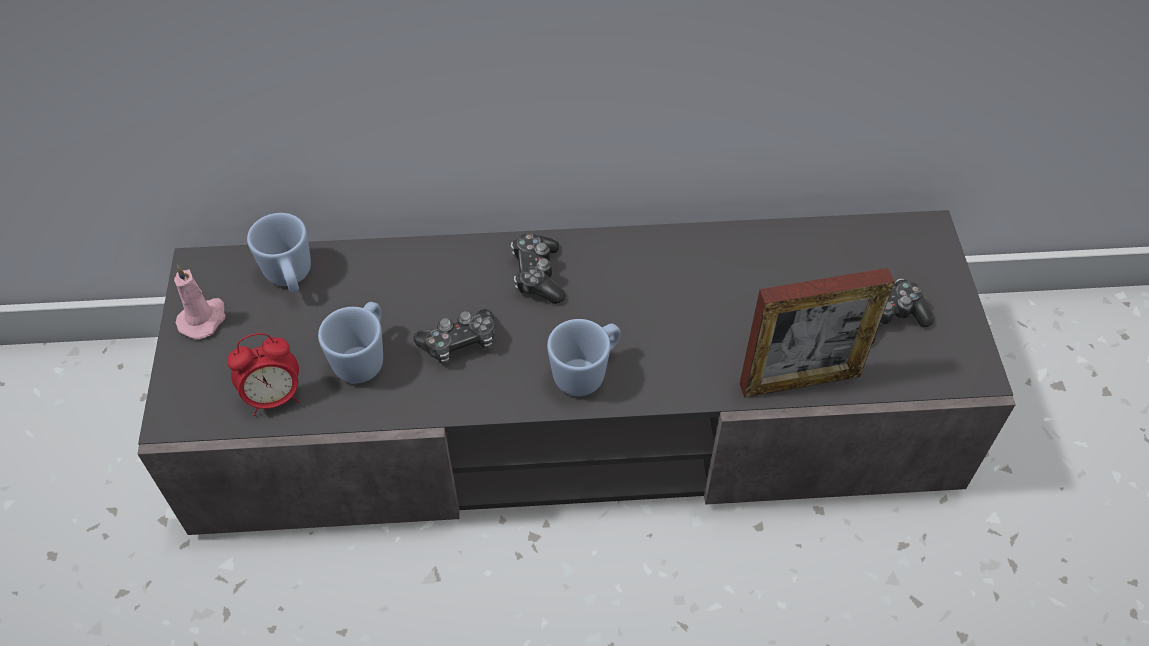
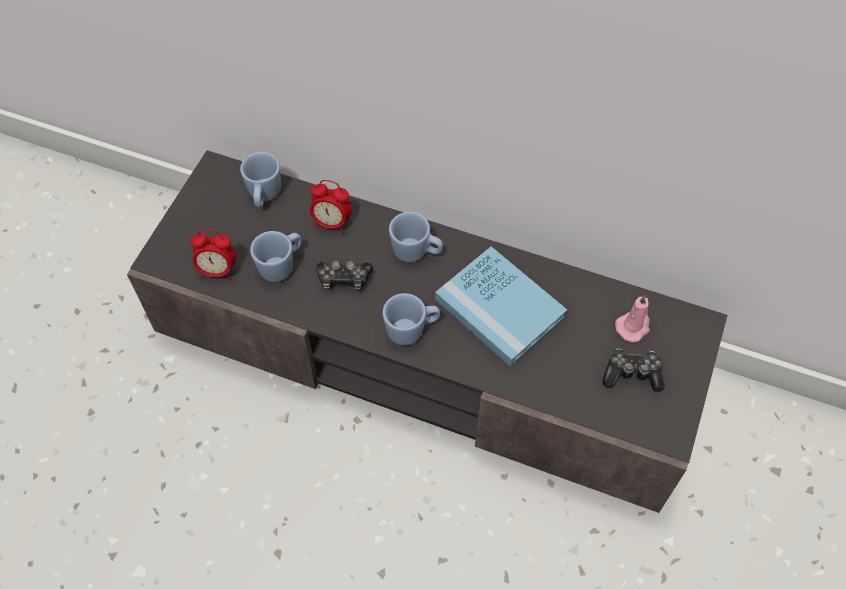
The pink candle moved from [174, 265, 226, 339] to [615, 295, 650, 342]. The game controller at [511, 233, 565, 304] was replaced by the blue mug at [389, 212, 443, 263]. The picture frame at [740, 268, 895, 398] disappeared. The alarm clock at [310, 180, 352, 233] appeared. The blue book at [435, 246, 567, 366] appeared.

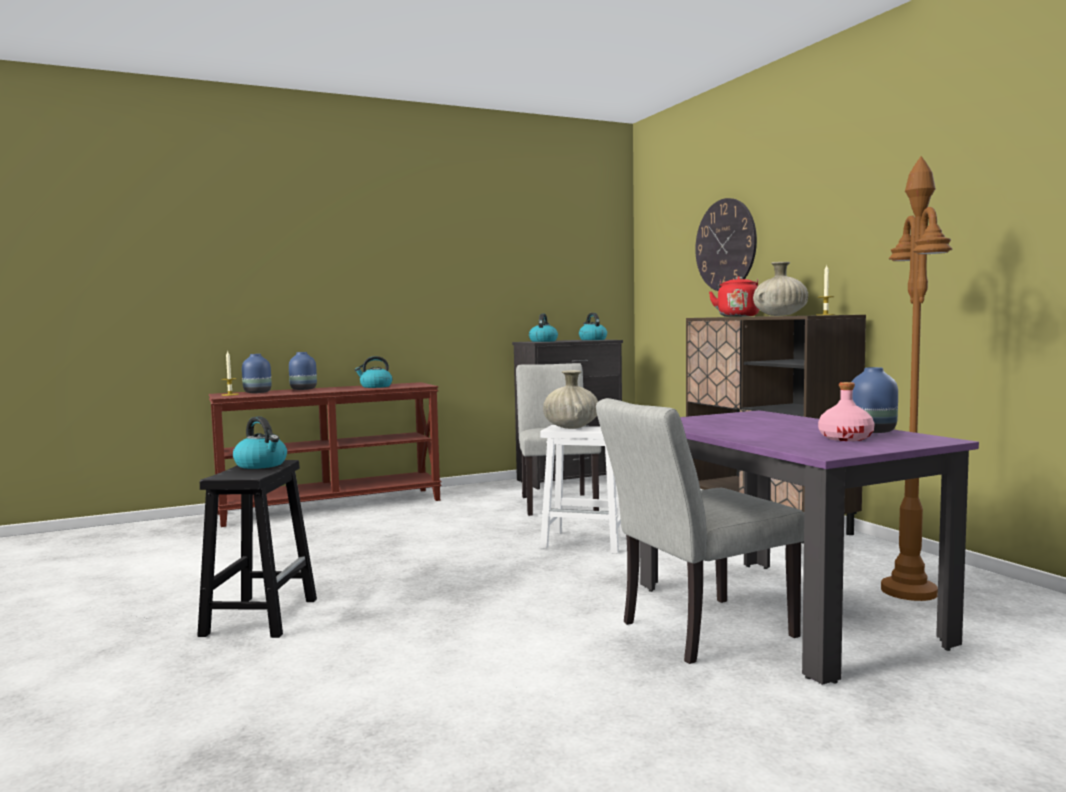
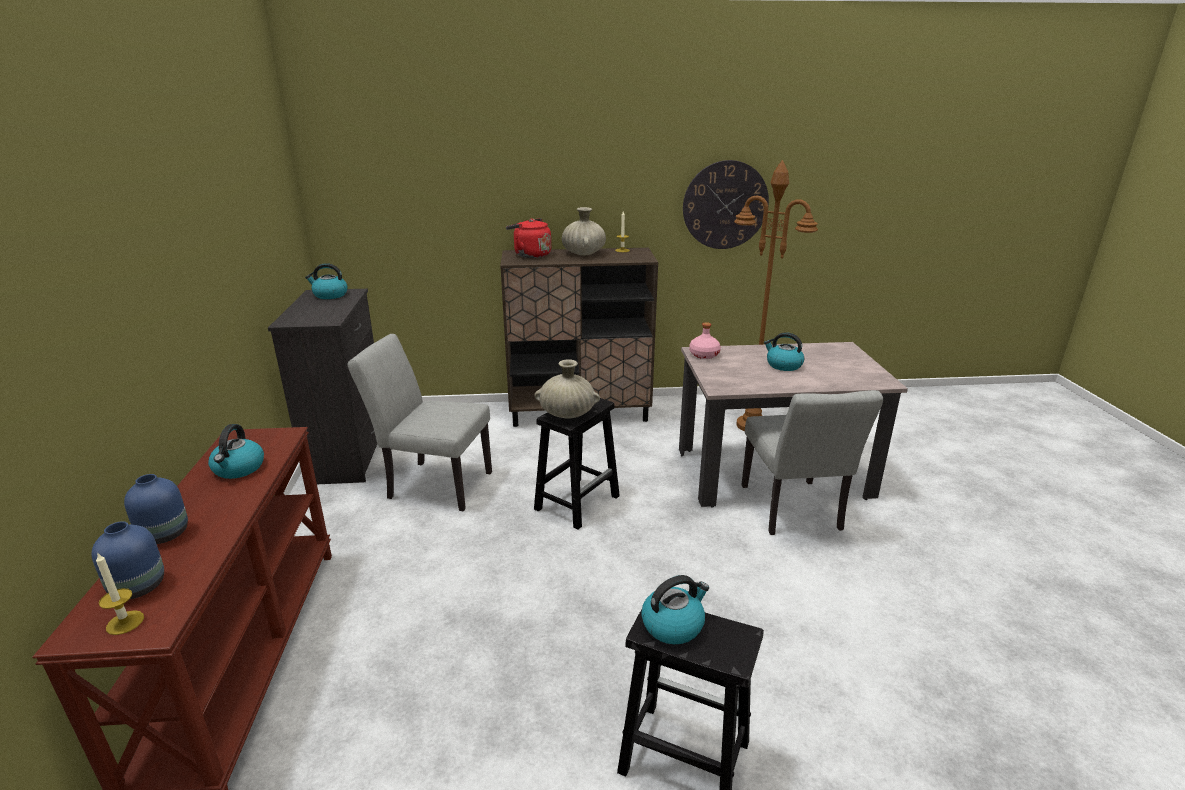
The kettle moved from [529, 314, 558, 342] to [764, 332, 804, 371]. The white stool at [540, 425, 626, 554] became the black stool at [534, 398, 620, 529]. The purple dining table at [640, 410, 979, 685] became the beige dining table at [679, 342, 908, 508]. The wall clock moved from [695, 198, 757, 291] to [683, 160, 769, 249]. The pink bottle moved from [818, 382, 874, 441] to [689, 322, 721, 359]. The blue vase at [852, 367, 898, 433] disappeared.

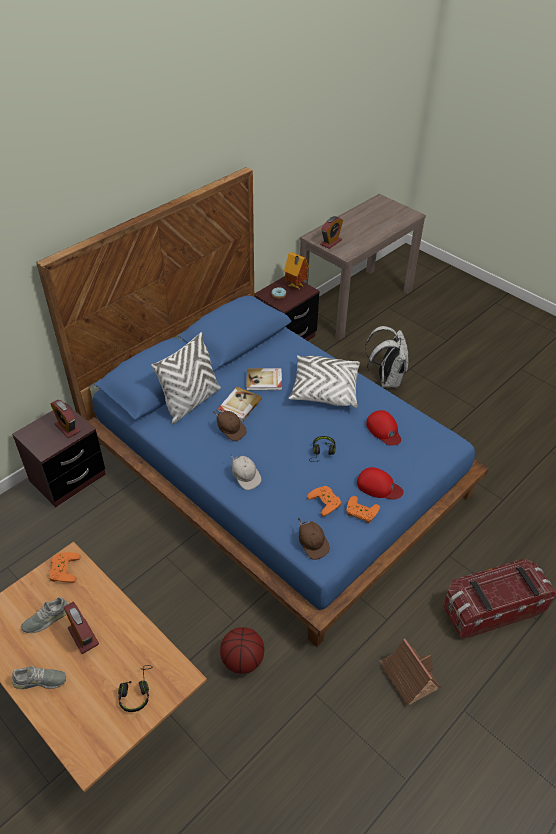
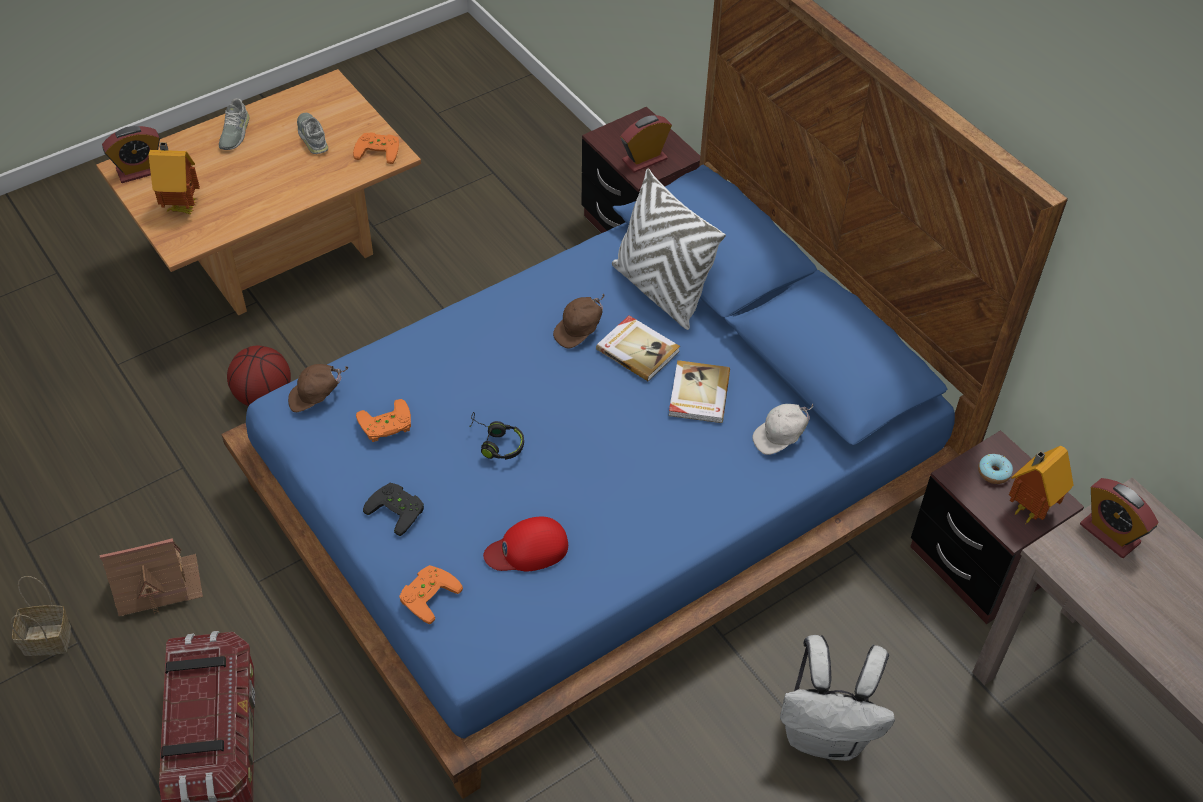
The alarm clock moved from [63, 602, 99, 654] to [102, 126, 160, 183]. The black headphones at [118, 665, 152, 712] was replaced by the toy house at [149, 142, 200, 214]. The white cap moved from [230, 454, 261, 490] to [752, 404, 813, 455]. The white pillow at [289, 355, 360, 408] disappeared. The orange game controller moved from [346, 496, 380, 523] to [399, 565, 463, 624]. The red cap at [357, 467, 404, 500] was replaced by the black game controller at [363, 483, 424, 536]. The basket at [11, 576, 71, 656] appeared.

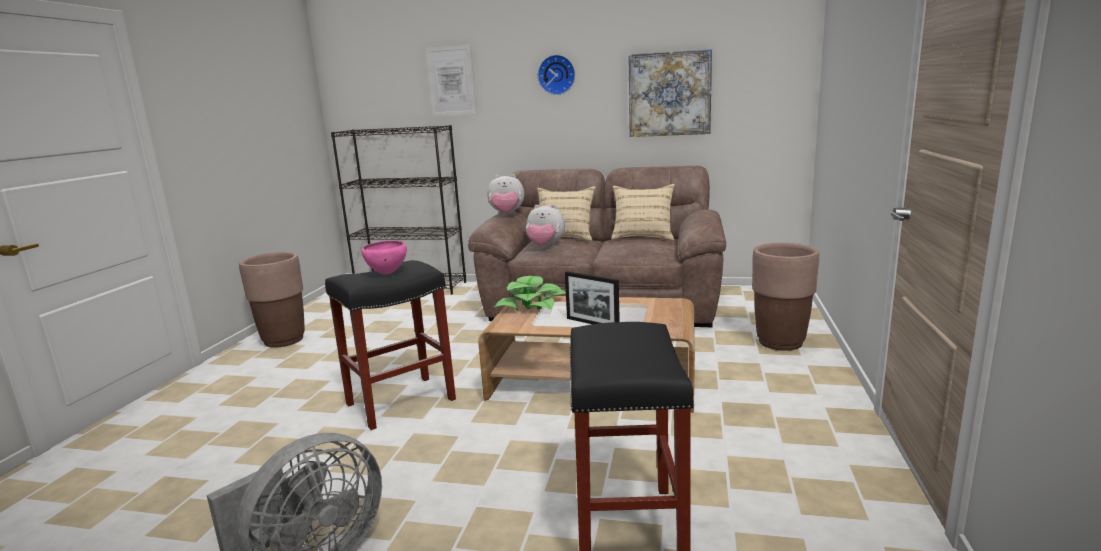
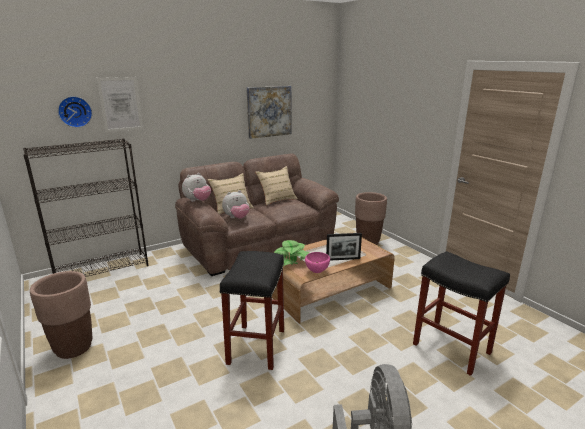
The pink bowl moved from [361, 241, 407, 274] to [305, 252, 330, 273]. The wall clock moved from [538, 55, 575, 95] to [58, 96, 92, 128].

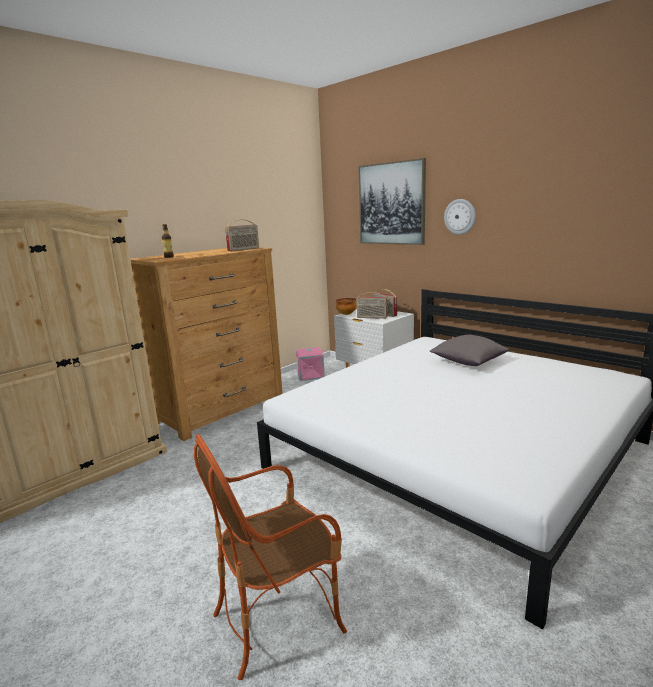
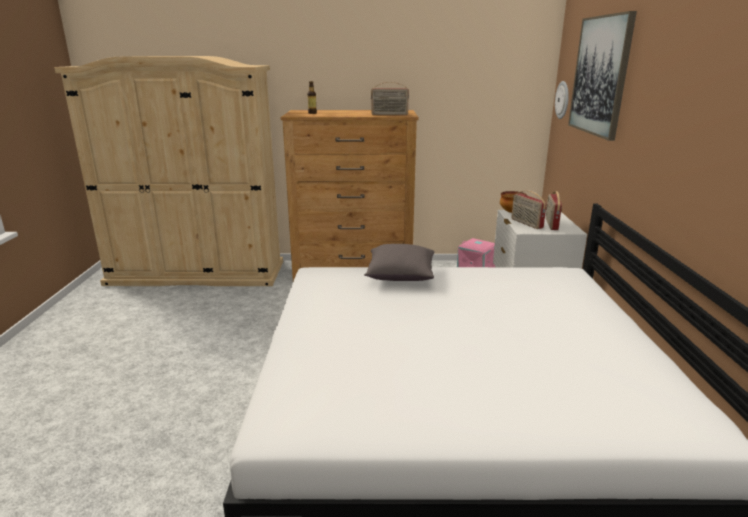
The armchair at [194, 434, 347, 680] disappeared. The grey pillow moved from [430, 335, 510, 366] to [364, 244, 434, 281]. The wall clock moved from [444, 199, 476, 235] to [555, 81, 569, 119].

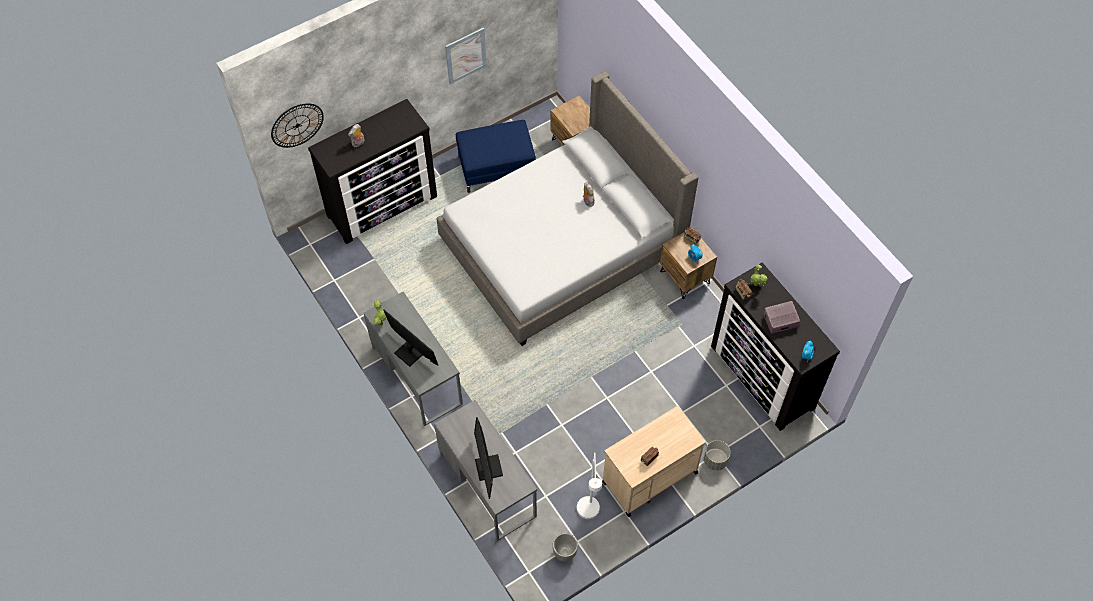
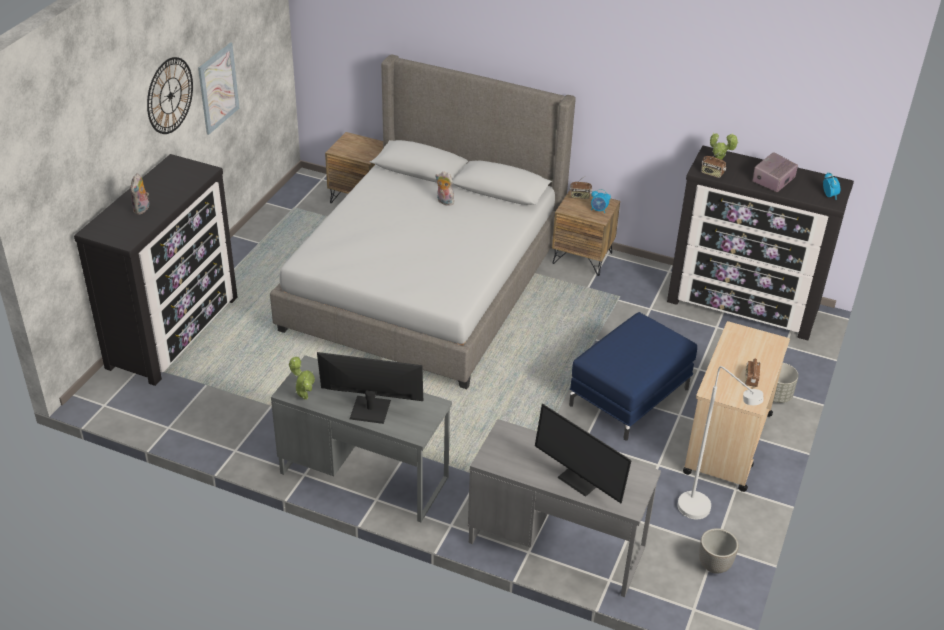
The wall clock moved from [271, 103, 324, 148] to [147, 57, 193, 134]. The blue ottoman moved from [456, 120, 536, 193] to [569, 312, 697, 441].

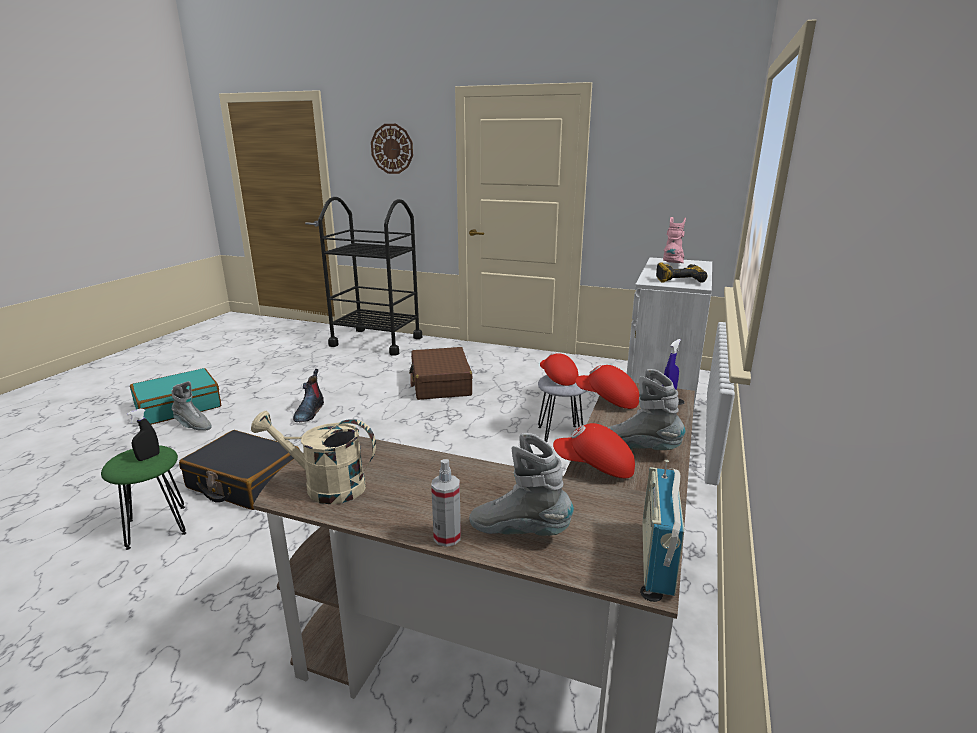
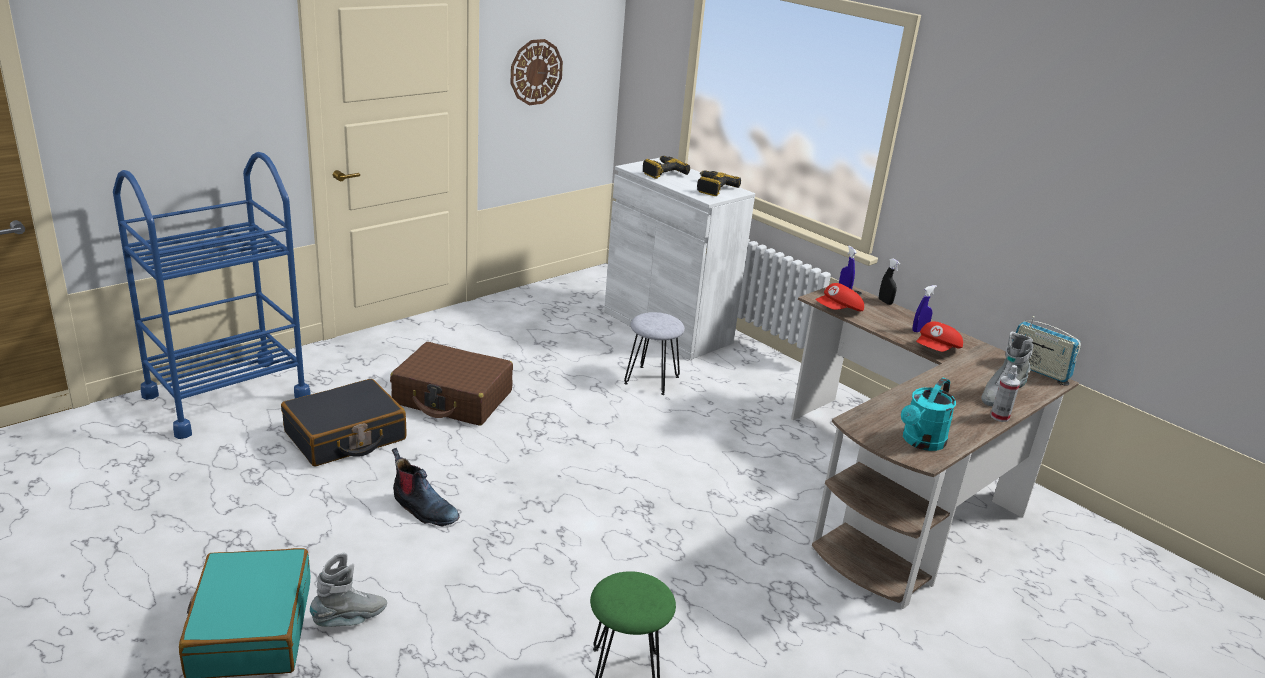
The black spray bottle moved from [127, 408, 160, 461] to [879, 258, 900, 305]. The black suitcase moved from [179, 430, 300, 510] to [281, 379, 407, 466]. The beige watering can at [251, 411, 376, 504] became the turquoise watering can at [901, 378, 956, 451]. The black cart at [318, 197, 422, 356] became the blue cart at [113, 152, 311, 439]. The wall clock moved from [371, 124, 413, 174] to [511, 39, 563, 105]. The red cap at [540, 353, 578, 386] disappeared. The grey boot at [607, 369, 685, 450] was replaced by the blue spray bottle at [913, 285, 937, 332]. The pink boot at [663, 217, 686, 263] was replaced by the power drill at [643, 156, 690, 179].

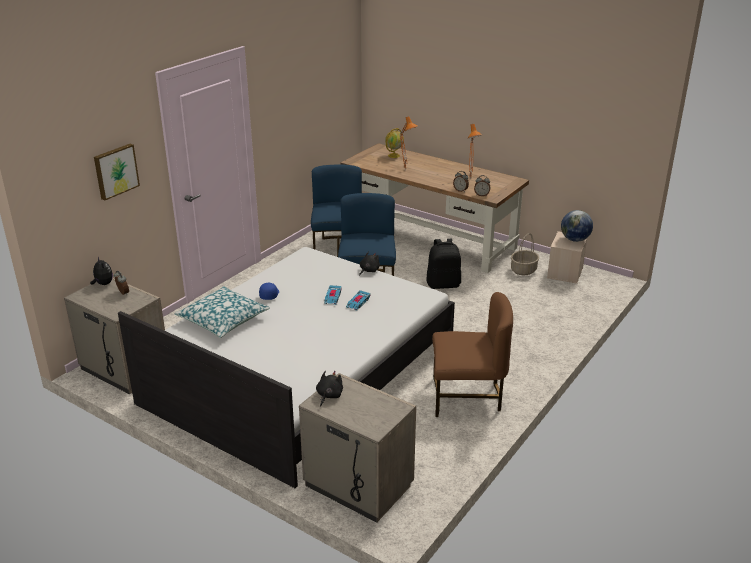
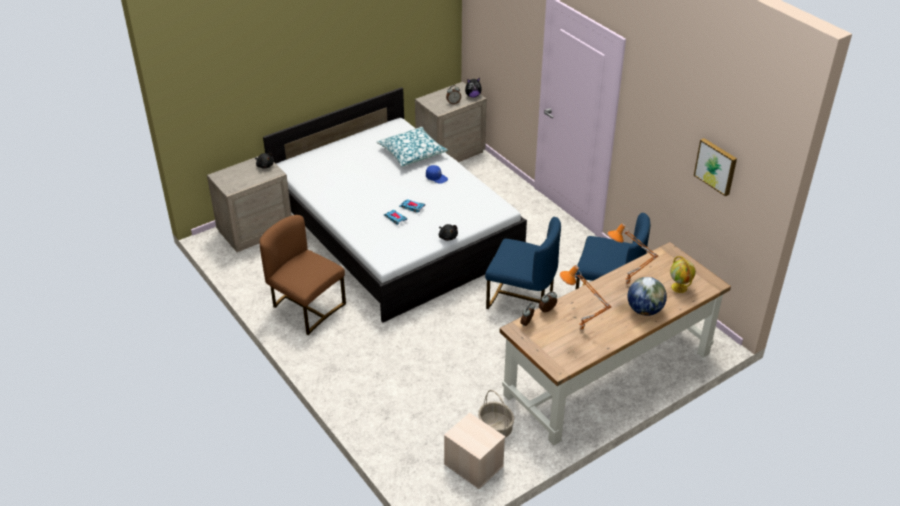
The picture moved from [94, 144, 140, 200] to [694, 138, 737, 196]. The black backpack at [426, 239, 461, 289] disappeared. The brown chair at [432, 292, 513, 417] turned 105 degrees clockwise. The globe moved from [561, 210, 593, 242] to [628, 277, 667, 316].

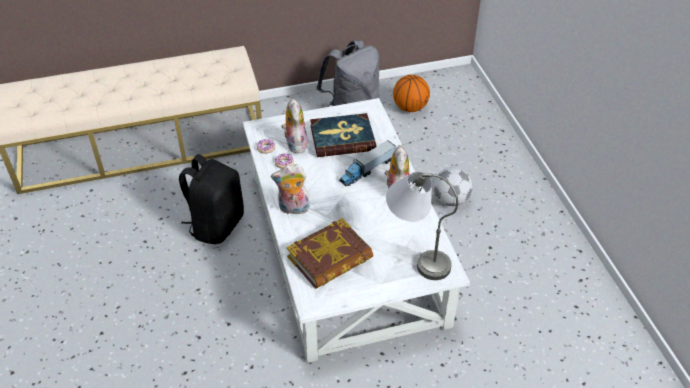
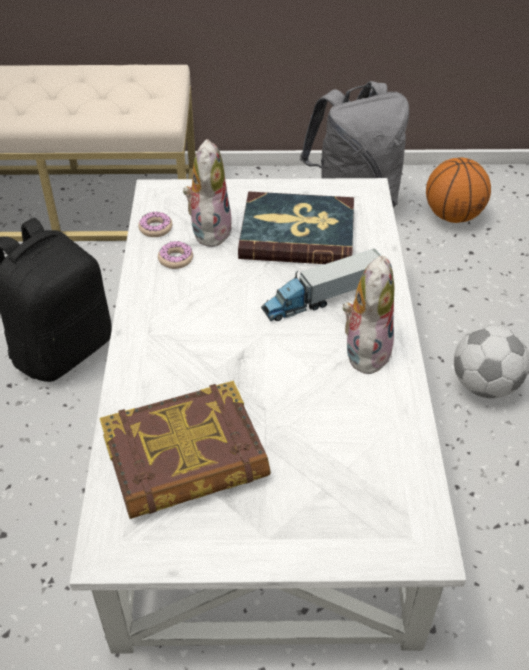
The plush toy at [271, 164, 310, 215] disappeared. The grey table lamp at [386, 172, 458, 280] disappeared.

